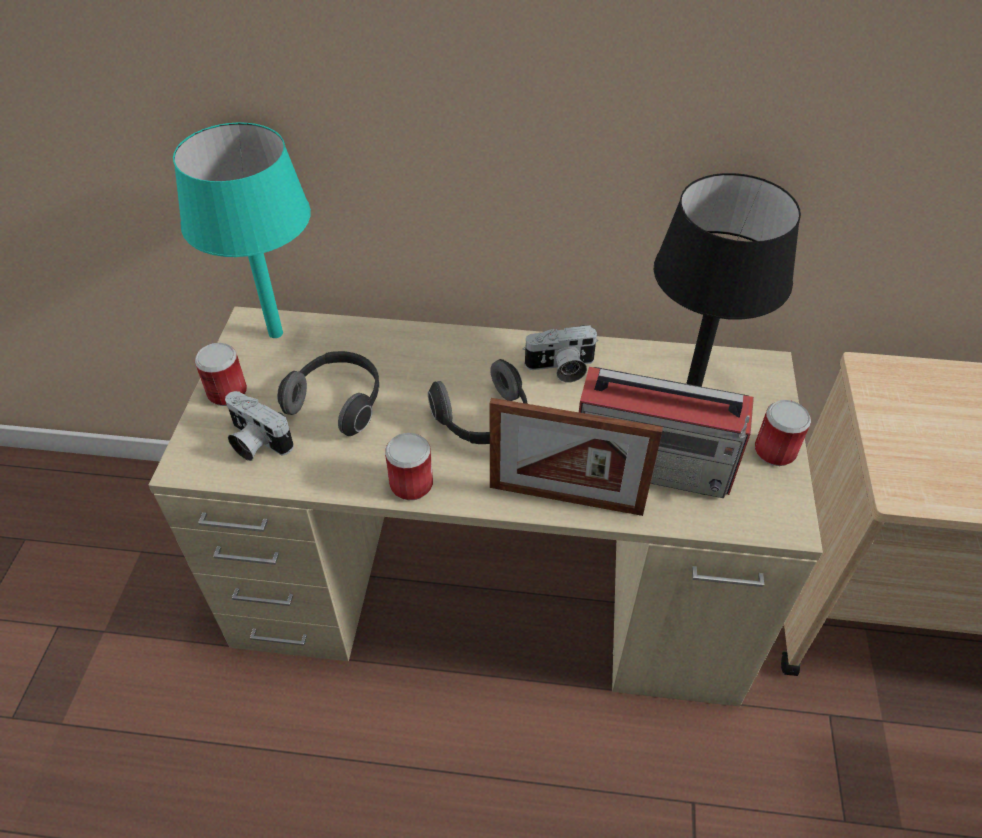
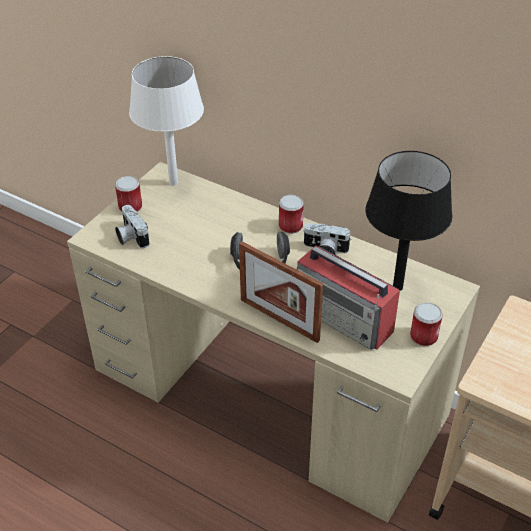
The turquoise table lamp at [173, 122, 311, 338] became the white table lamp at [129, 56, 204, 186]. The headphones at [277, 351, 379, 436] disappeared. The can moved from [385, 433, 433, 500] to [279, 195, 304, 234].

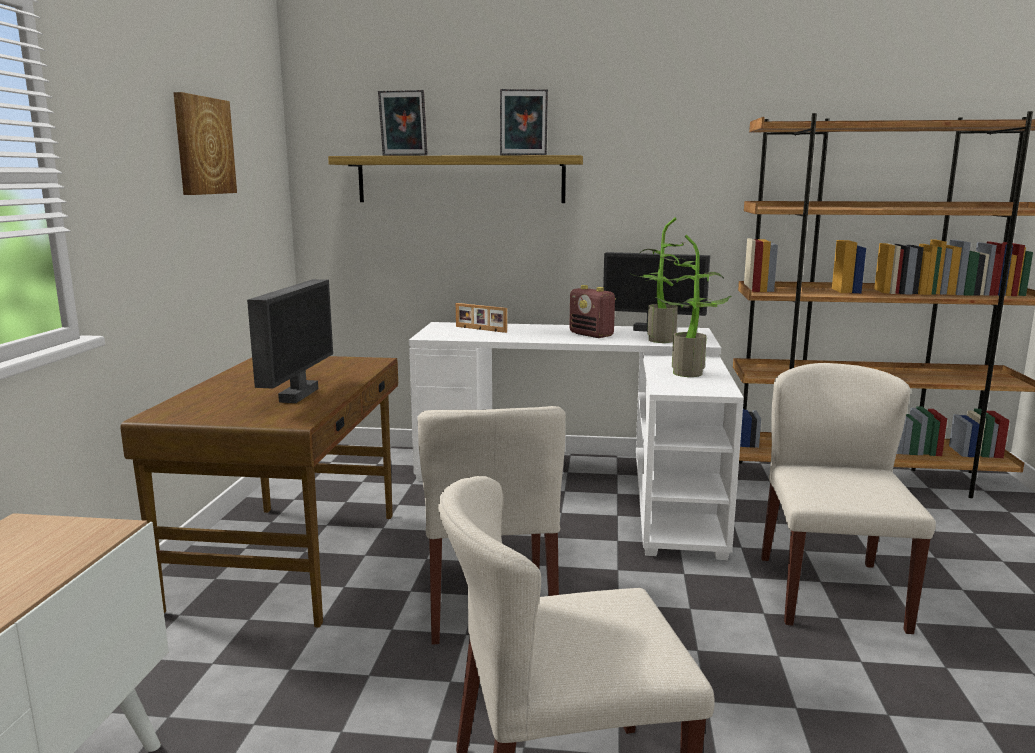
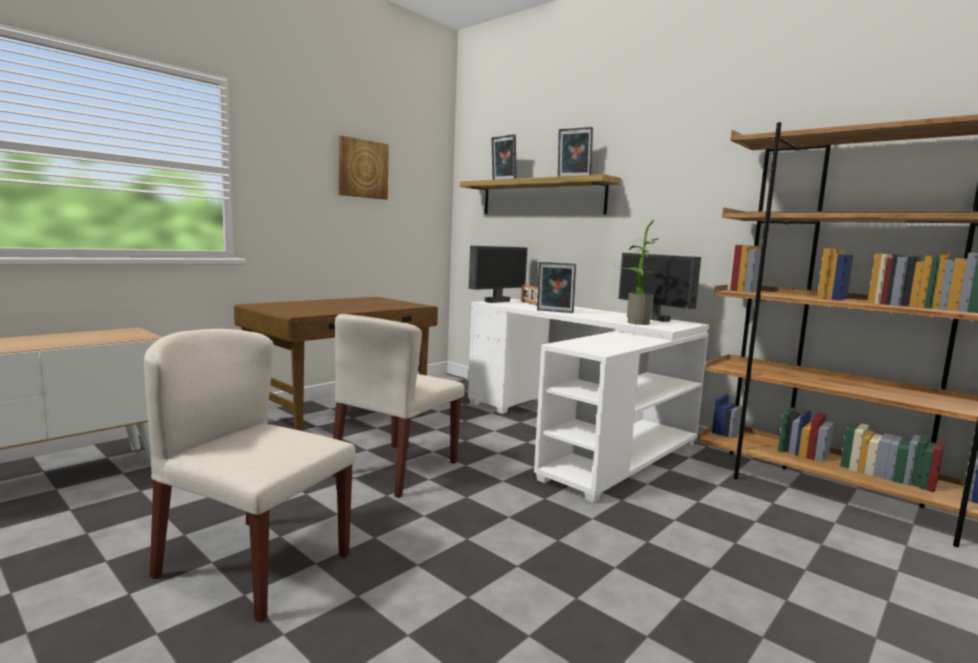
The monitor moved from [247, 279, 333, 403] to [469, 246, 527, 303]. The radio at [569, 285, 616, 338] disappeared. The potted plant at [655, 235, 732, 377] disappeared. The beige chair at [761, 363, 936, 634] disappeared. The picture frame at [537, 262, 576, 313] appeared.

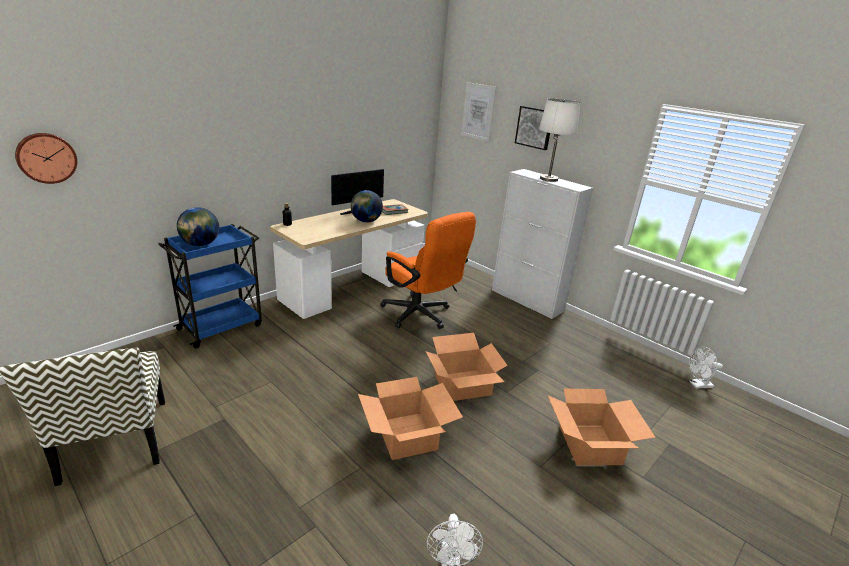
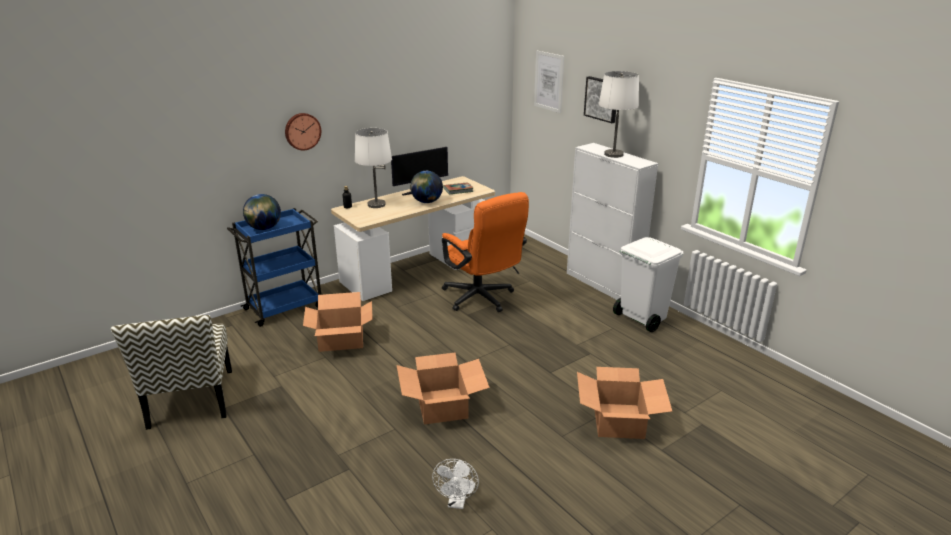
The wall clock moved from [15, 133, 77, 184] to [285, 113, 321, 151]. The cardboard box moved from [426, 333, 508, 401] to [303, 292, 373, 352]. The white fan at [689, 347, 723, 389] disappeared. The white table lamp at [355, 128, 392, 208] appeared. The white trash can at [613, 237, 683, 332] appeared.

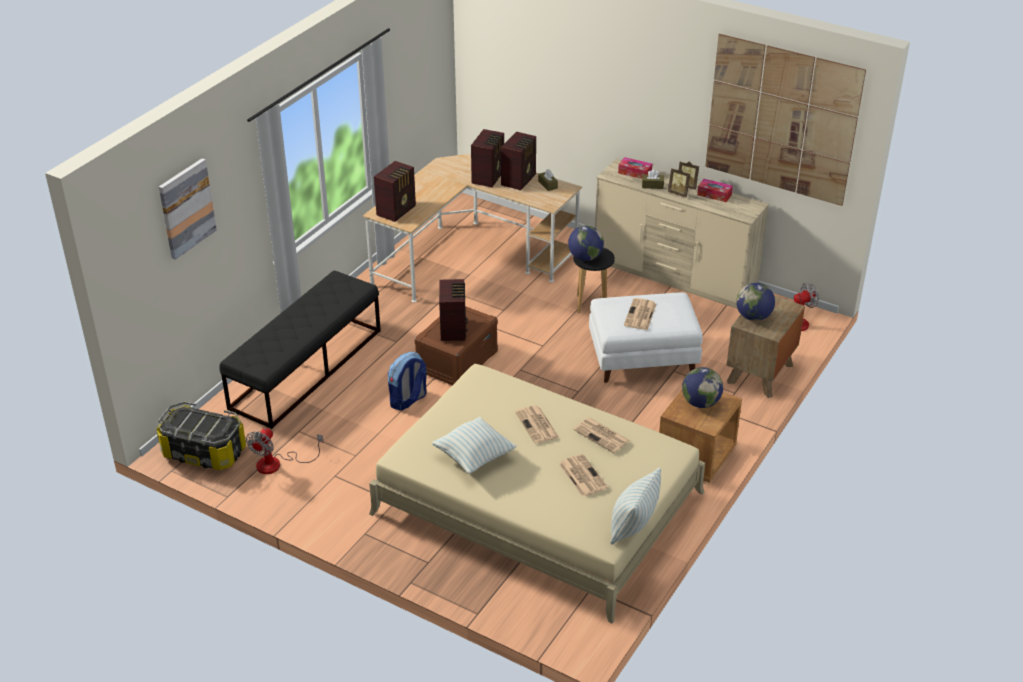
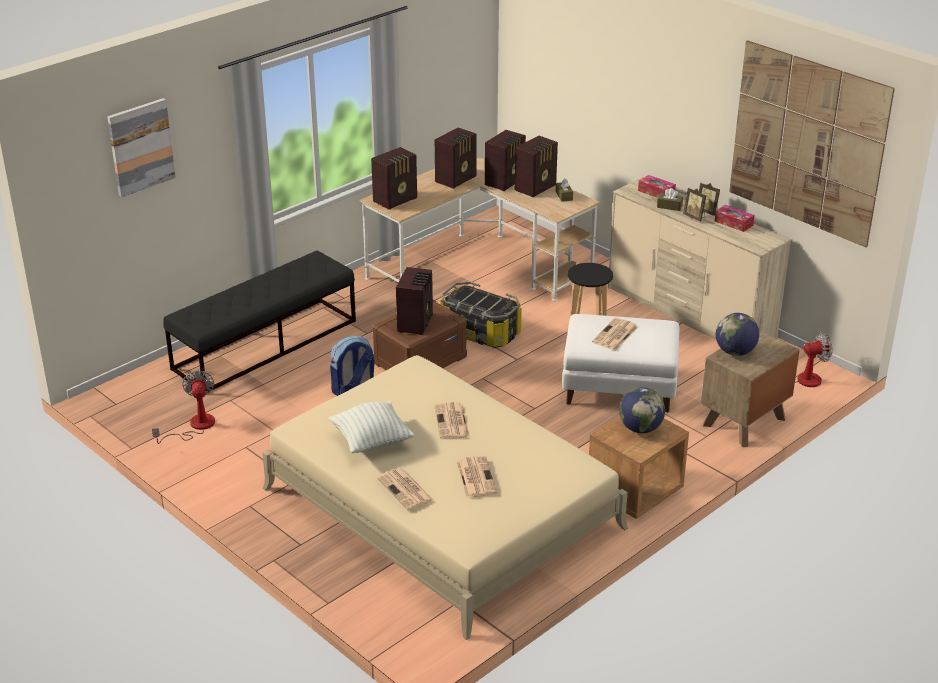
The storage box moved from [156, 401, 246, 470] to [440, 282, 522, 348]. The fan at [246, 428, 323, 474] turned 135 degrees clockwise. The globe at [568, 225, 604, 261] disappeared. The newspaper moved from [574, 418, 630, 453] to [377, 468, 434, 510]. The pillow at [610, 467, 661, 545] disappeared. The radio at [435, 128, 477, 189] appeared.

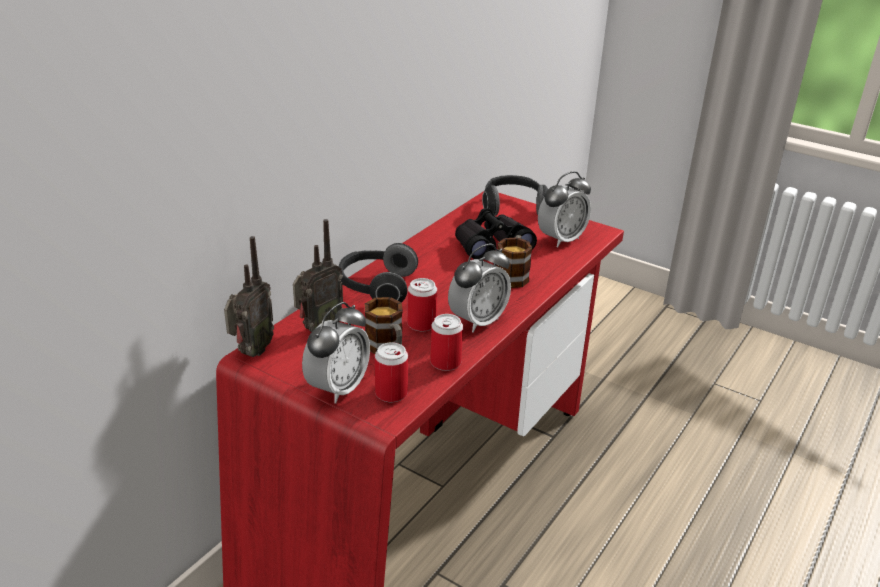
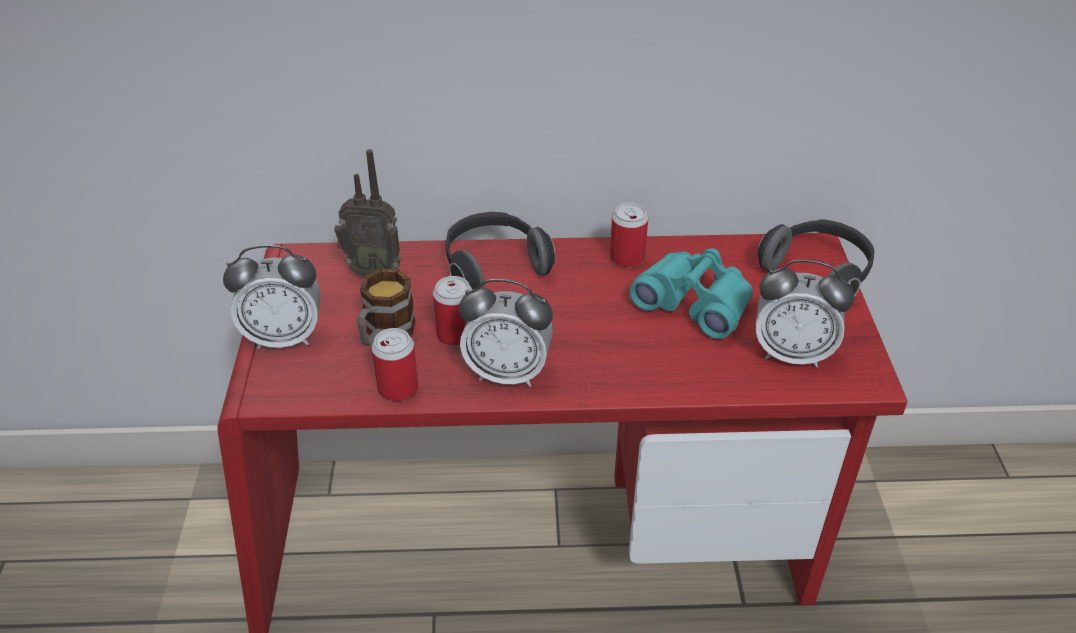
The radio at [224, 236, 274, 357] disappeared. The can moved from [375, 342, 408, 402] to [610, 203, 648, 268]. The black binoculars at [455, 208, 537, 259] became the turquoise binoculars at [629, 248, 753, 339]. The mug at [496, 235, 533, 288] disappeared.

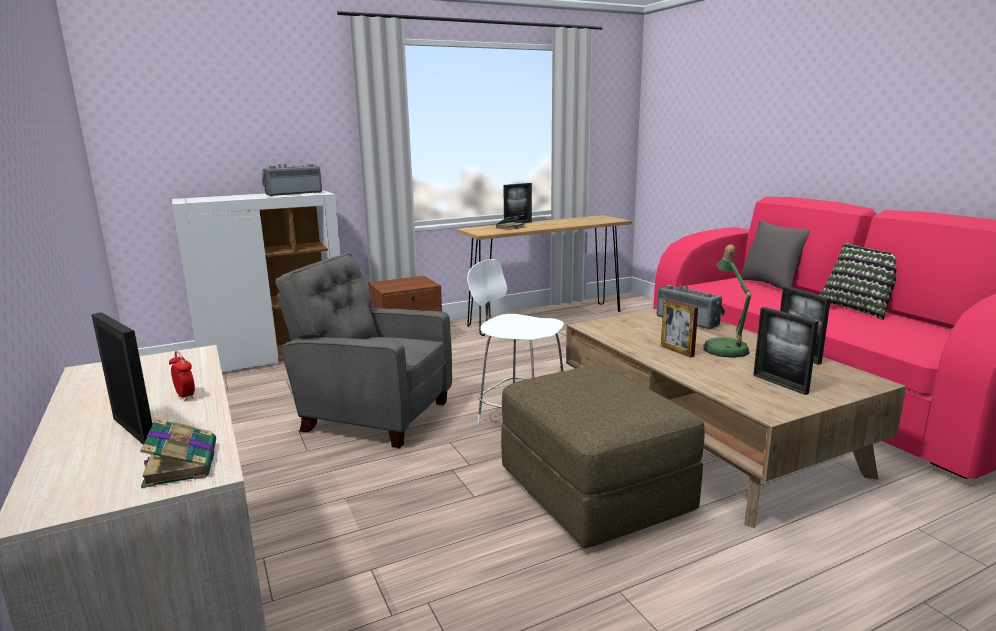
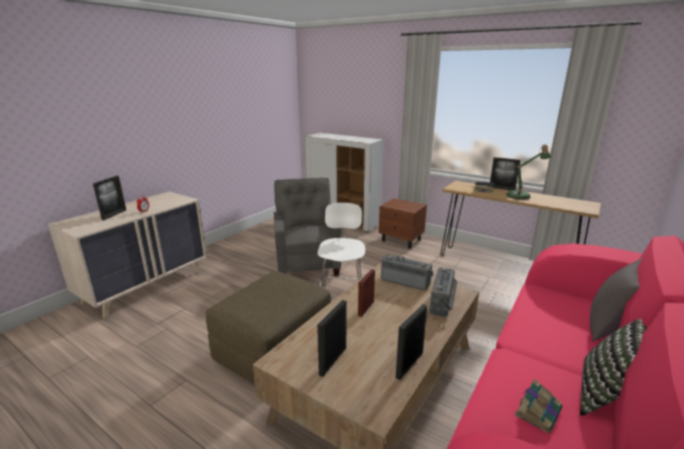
The book moved from [140, 418, 216, 488] to [515, 379, 562, 433]. The radio moved from [262, 164, 322, 196] to [381, 254, 433, 291]. The table lamp moved from [703, 245, 751, 358] to [506, 144, 551, 200].

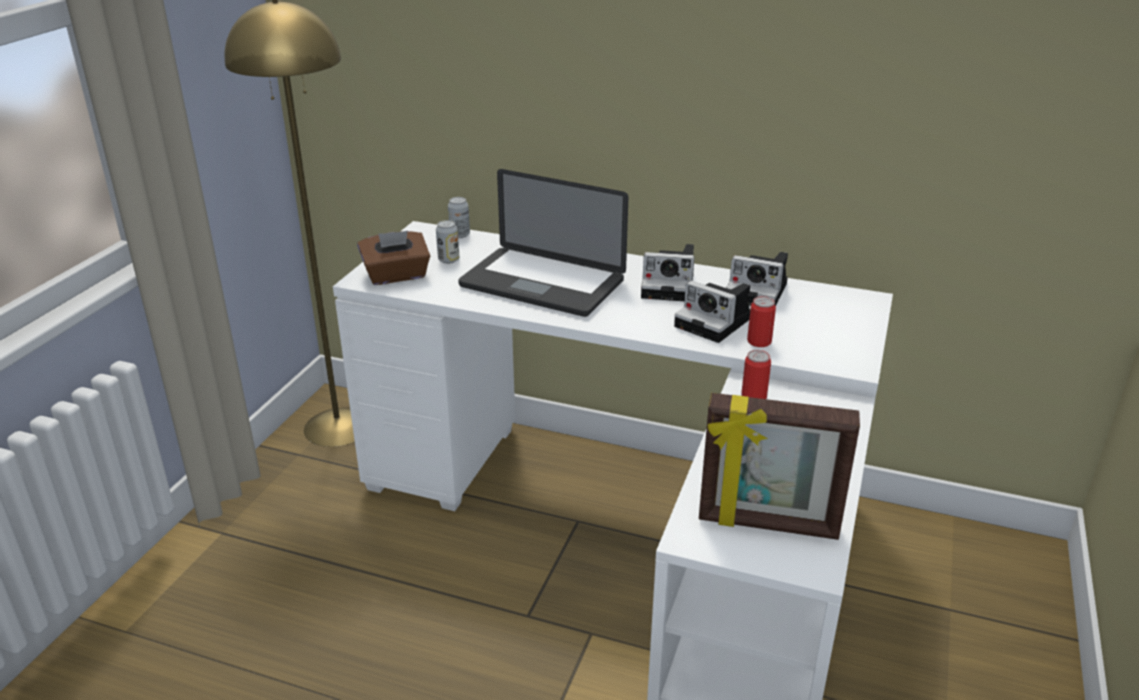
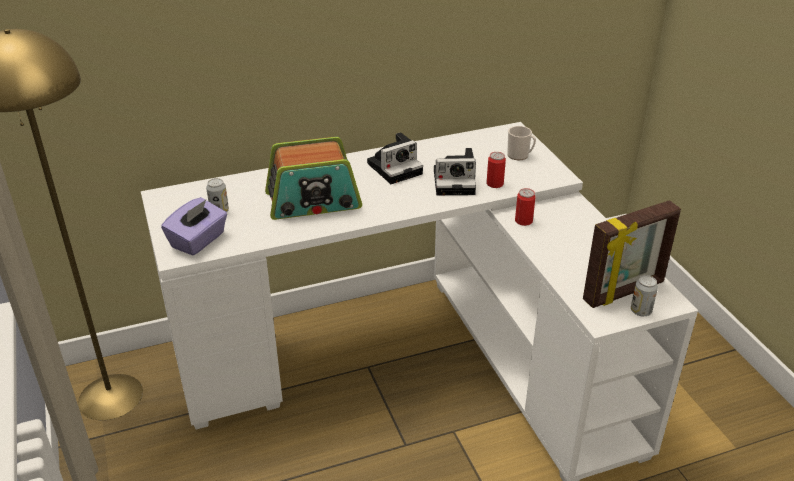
The brown tissue box at [357, 231, 430, 285] became the purple tissue box at [161, 197, 227, 256]. The can moved from [448, 197, 470, 238] to [631, 275, 658, 316]. The laptop at [458, 169, 628, 317] was replaced by the radio at [265, 137, 362, 220]. The photo camera at [726, 252, 788, 306] disappeared. The mug at [507, 126, 536, 160] appeared.

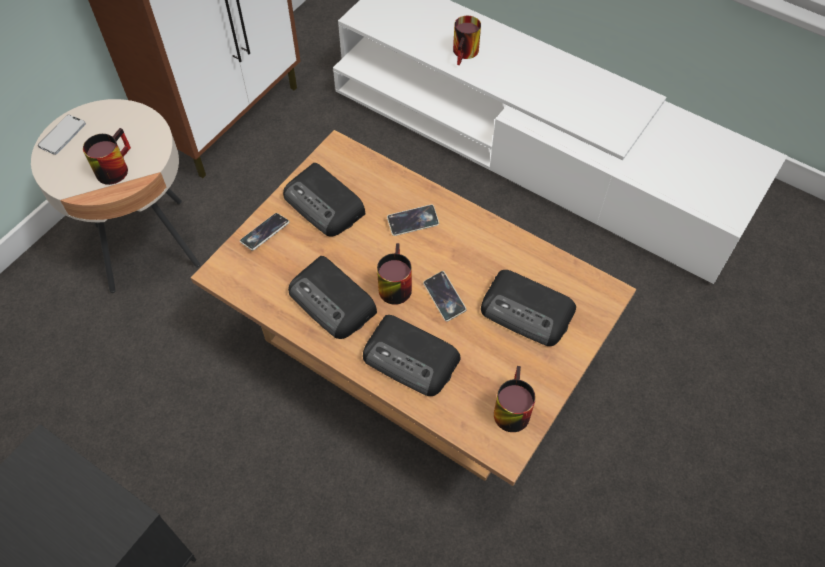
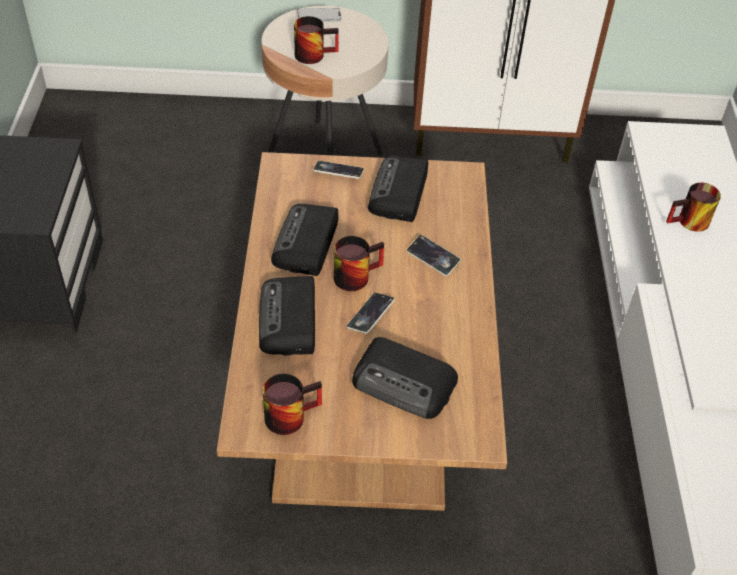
The radio at [481, 270, 576, 346] turned 60 degrees counterclockwise.

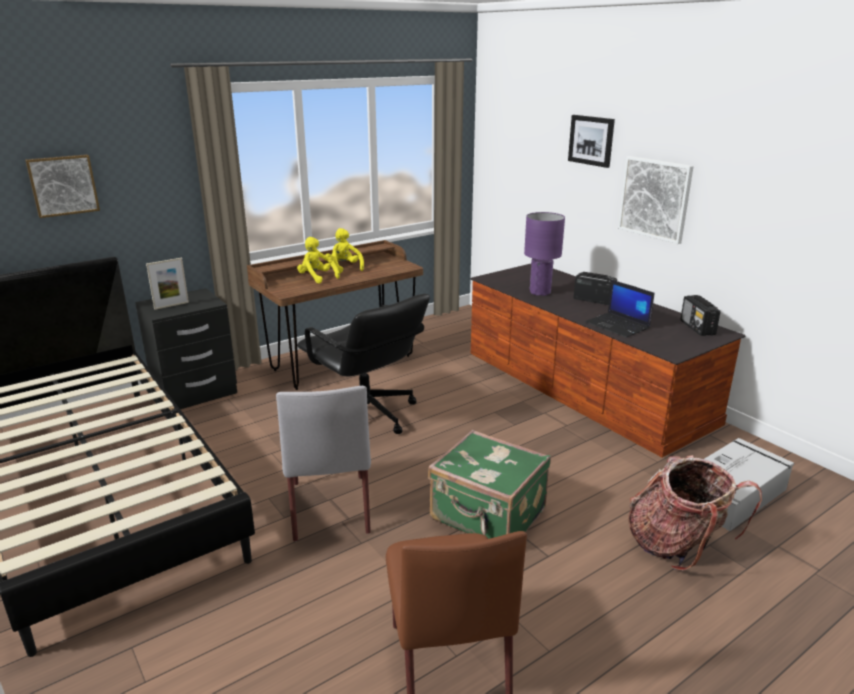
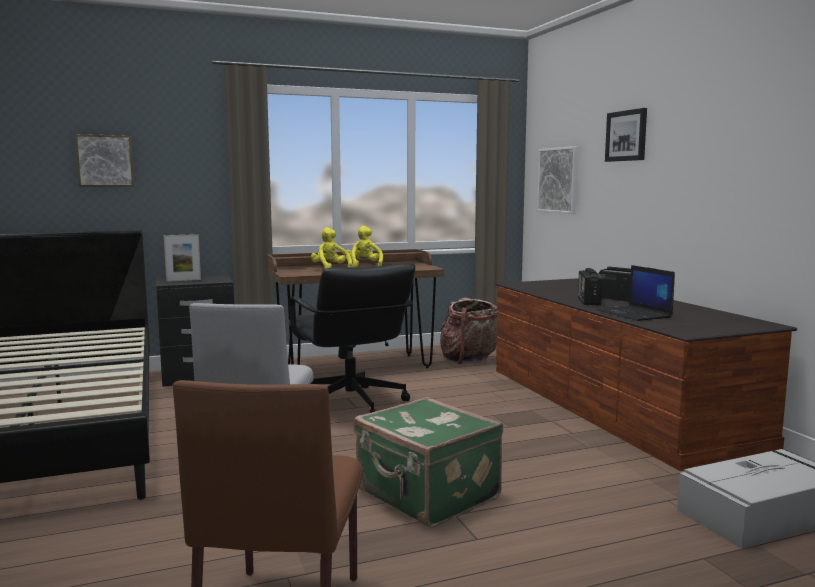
The purple table lamp at [524, 212, 565, 296] disappeared. The picture moved from [618, 156, 694, 244] to [537, 146, 579, 214]. The backpack moved from [629, 455, 762, 571] to [440, 298, 498, 364]. The radio moved from [680, 295, 720, 336] to [578, 268, 603, 306].

